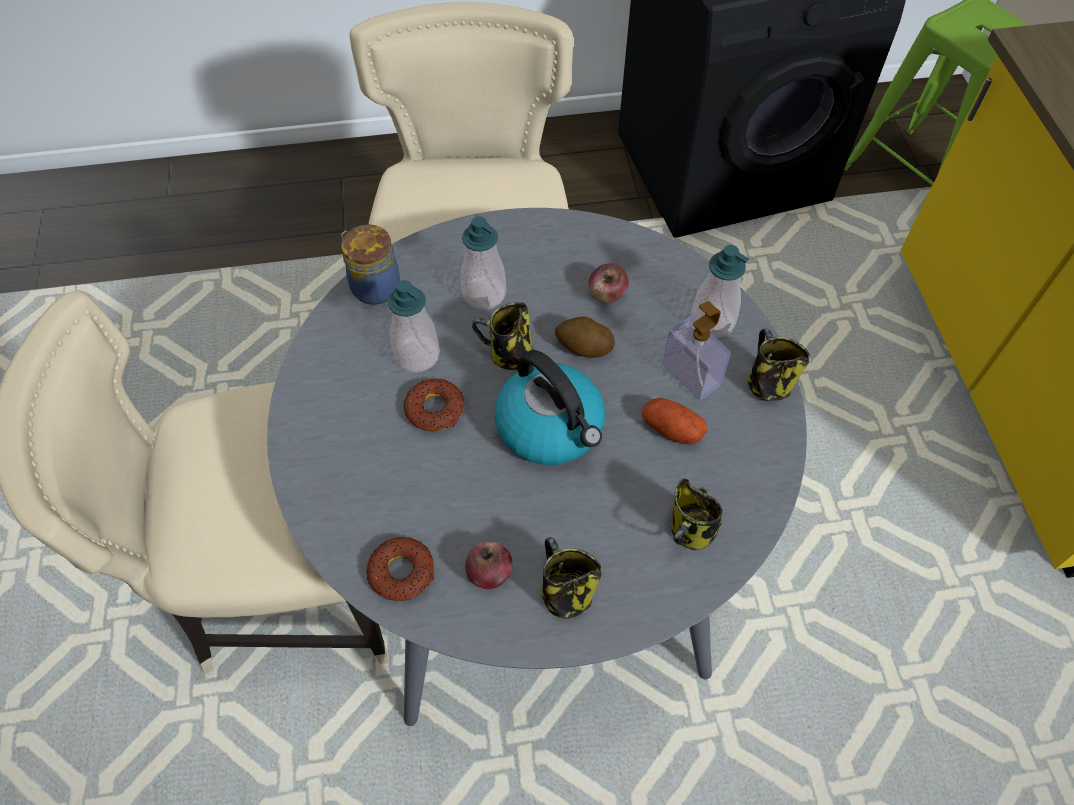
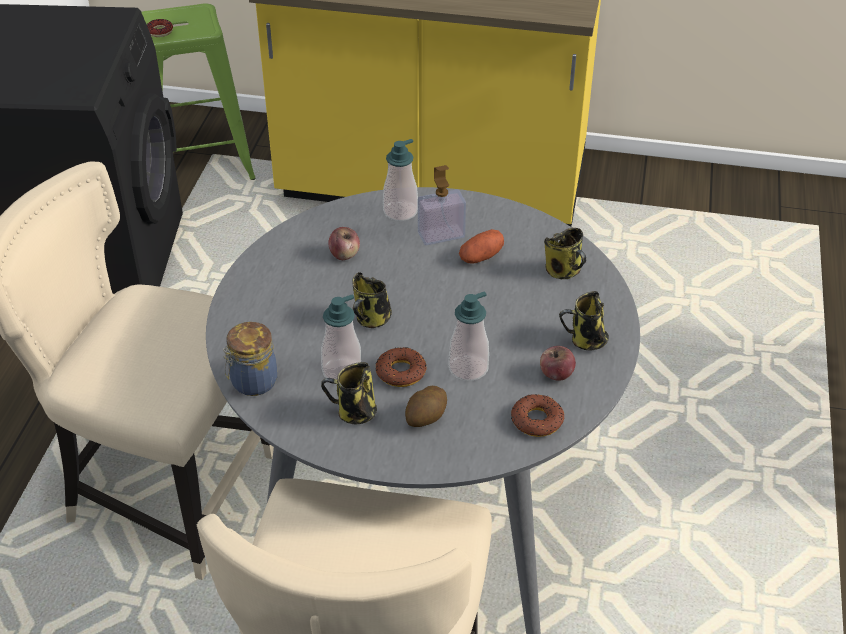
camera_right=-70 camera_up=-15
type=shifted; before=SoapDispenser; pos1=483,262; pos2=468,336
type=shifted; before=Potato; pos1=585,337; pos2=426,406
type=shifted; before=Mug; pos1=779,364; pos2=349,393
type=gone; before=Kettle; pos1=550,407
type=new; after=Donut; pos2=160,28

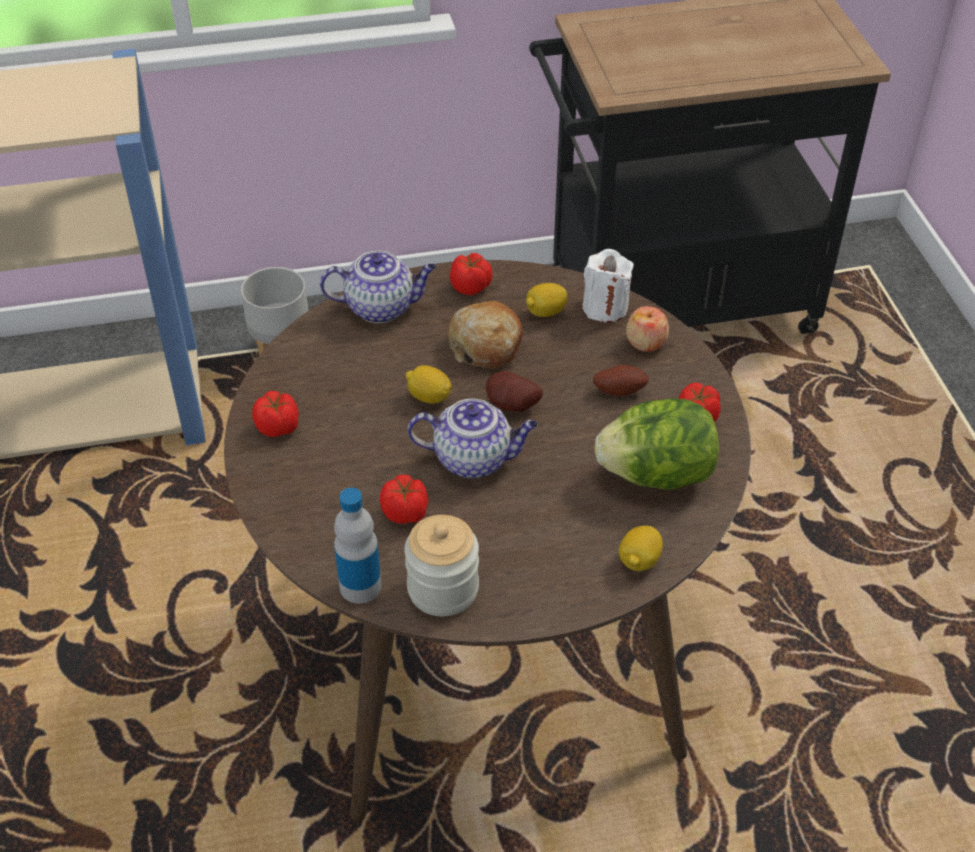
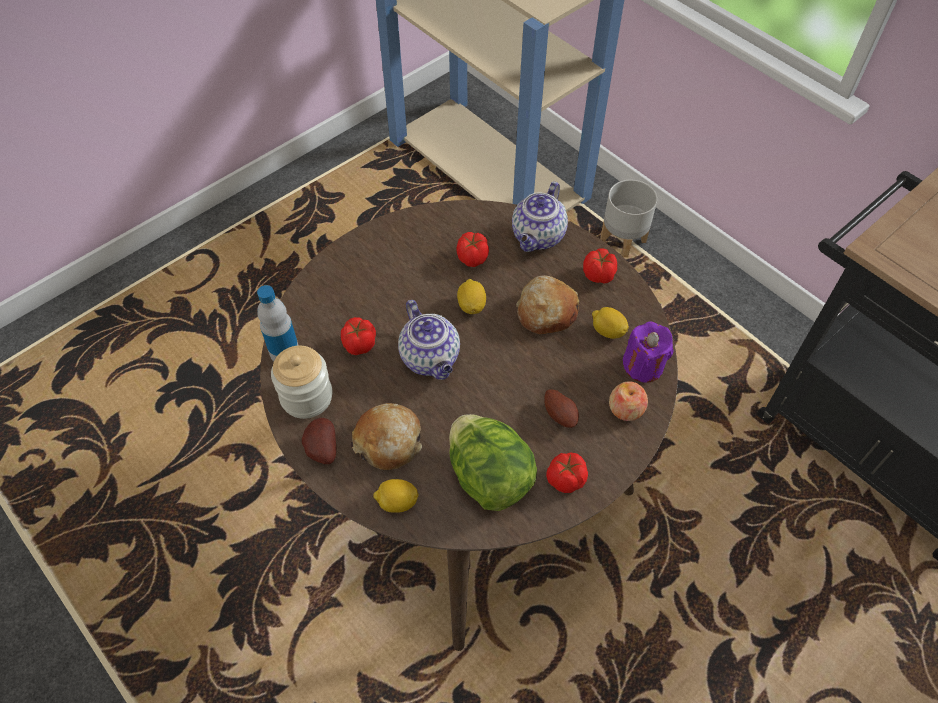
camera_right=60 camera_up=10
type=repainted; before=WhiteCandle; after=PurpleCandle; pos1=608,285; pos2=647,352
type=rotated; before=Teapot; pos1=378,287; pos2=540,217; turn=60
type=shifted; before=Potato; pos1=514,391; pos2=319,441
type=shifted; before=Tomato; pos1=275,414; pos2=473,249
type=new; after=Bread; pos2=386,436

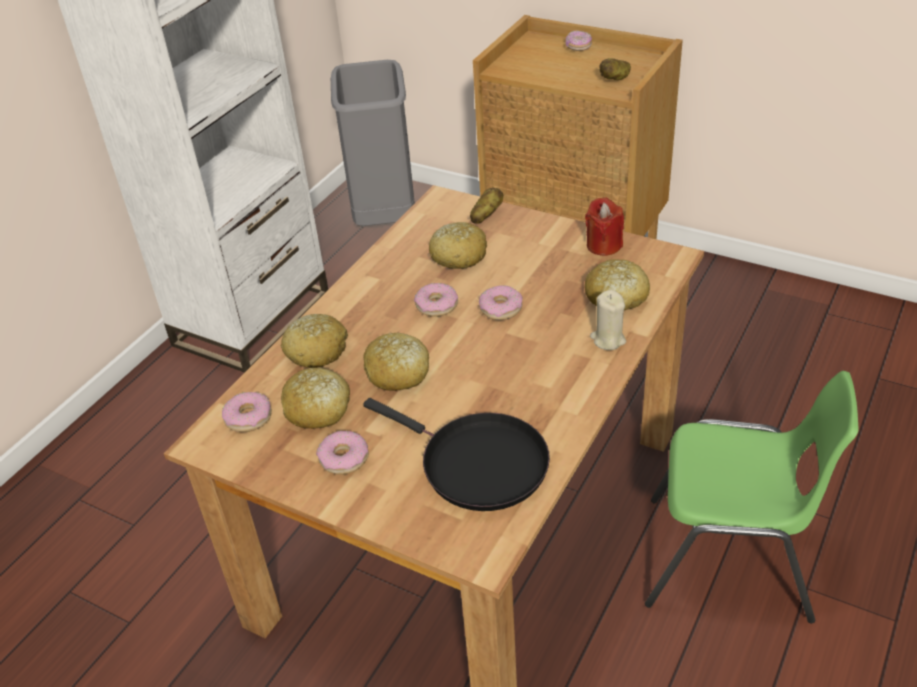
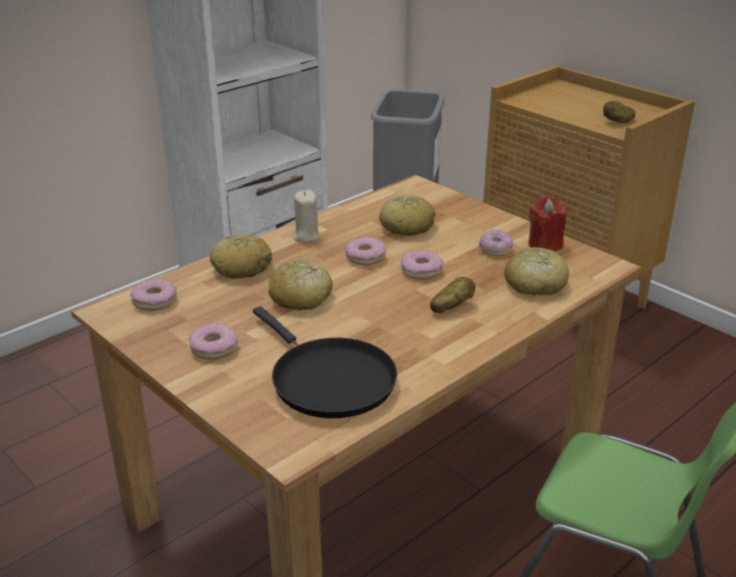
camera_right=15 camera_up=-10
type=shifted; before=Donut; pos1=578,40; pos2=496,243
type=shifted; before=Potato; pos1=486,206; pos2=453,295
type=shifted; before=BeigeCandle; pos1=608,320; pos2=306,216
type=gone; before=Bread; pos1=315,398

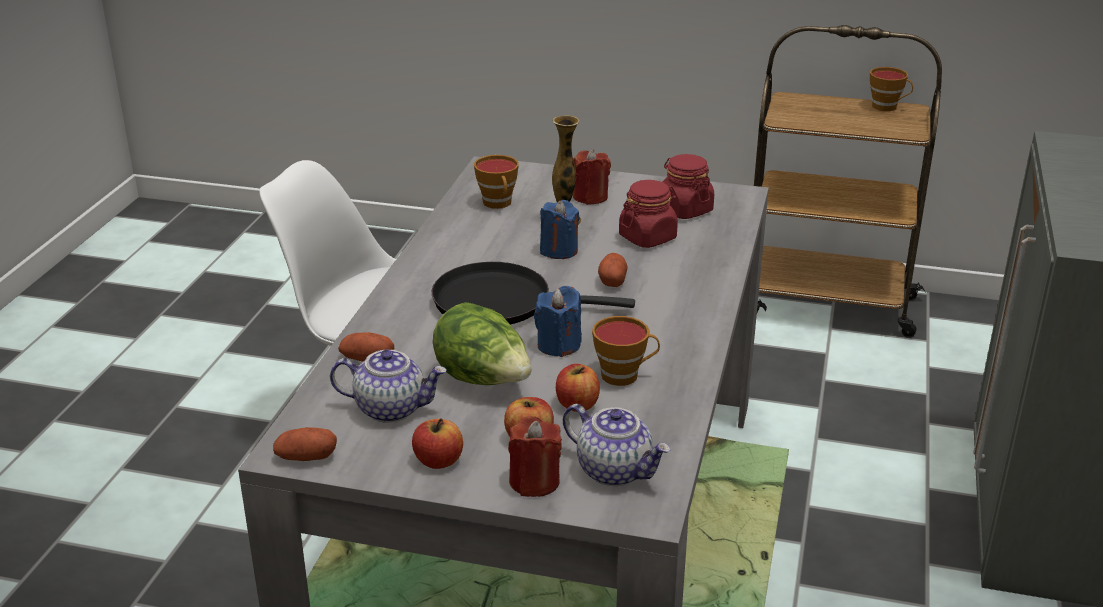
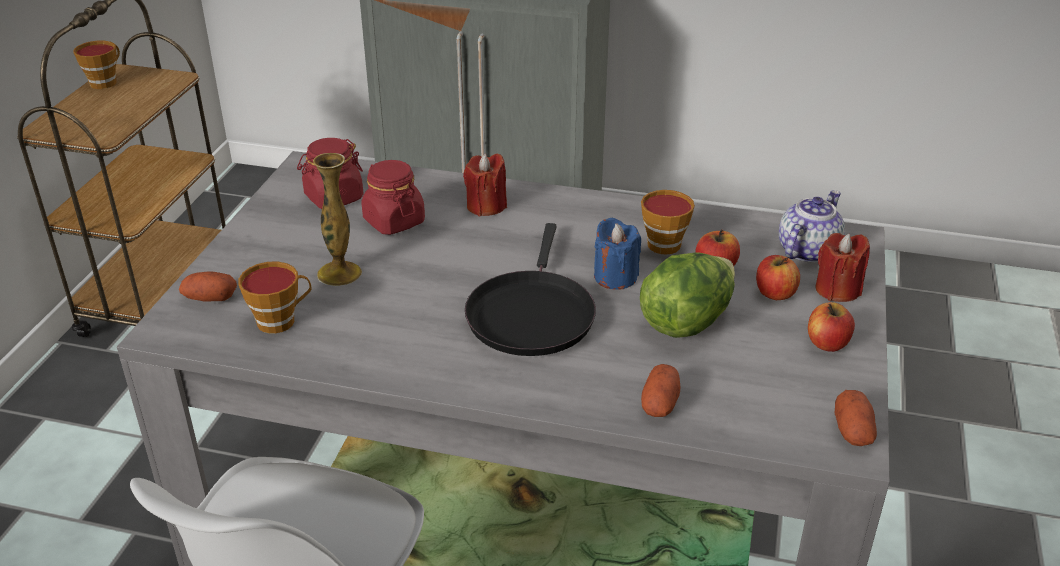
camera_right=-90 camera_up=5
type=shifted; before=RedCandle; pos1=592,177; pos2=485,185
type=gone; before=BlueCandle; pos1=560,229
type=shifted; before=Potato; pos1=613,270; pos2=208,286
type=gone; before=Teapot; pos1=388,386

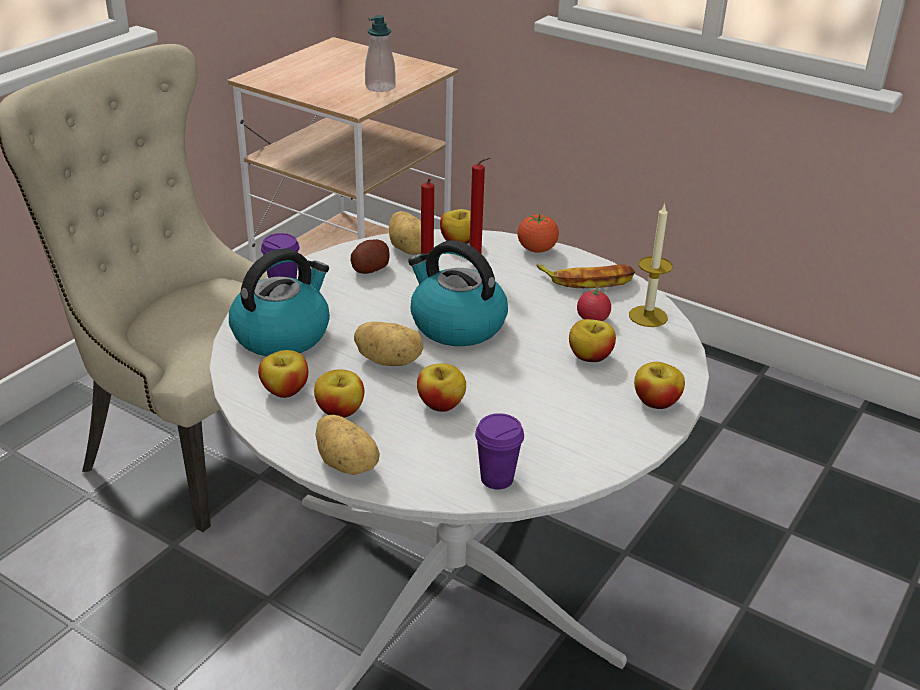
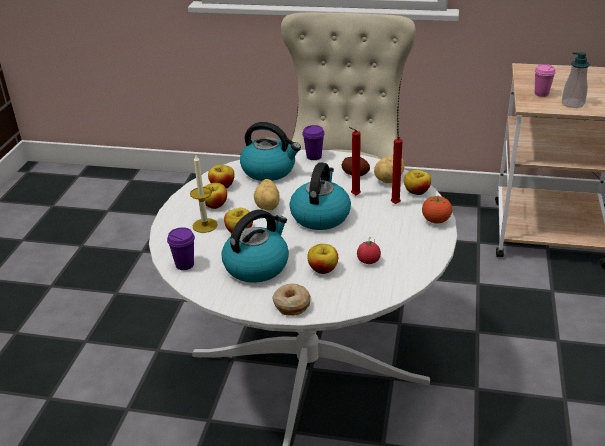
camera_right=70 camera_up=0
type=shifted; before=Candle; pos1=651,265; pos2=204,194
type=gone; before=Banana; pos1=586,276
type=swapped; before=Apple; after=Donut; pos1=659,385; pos2=291,299
type=gone; before=Potato; pos1=347,445
type=new; after=PinkCup; pos2=545,80
type=new; after=Kettle; pos2=255,246

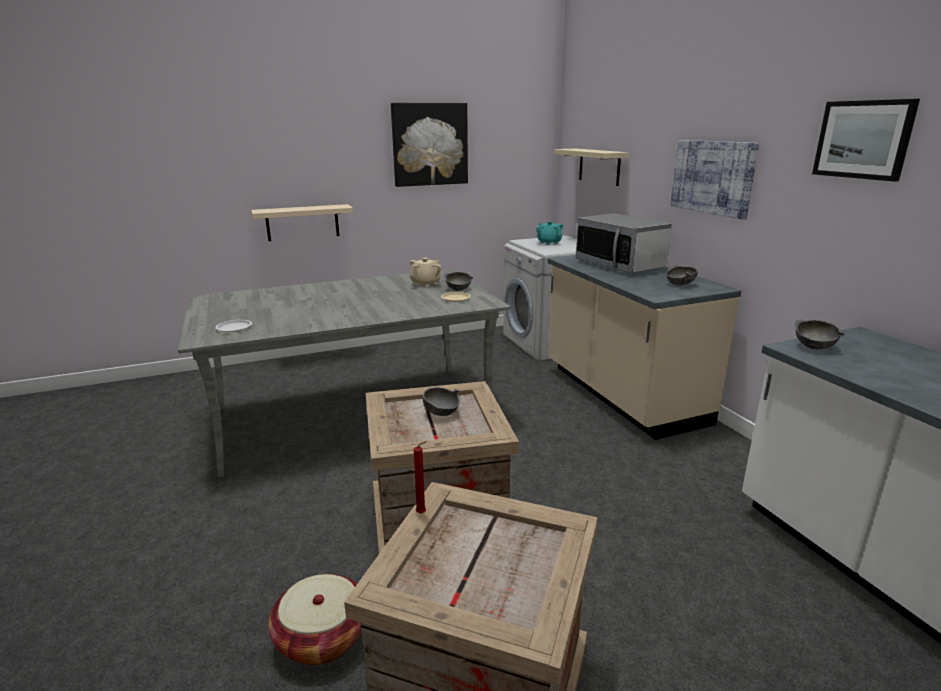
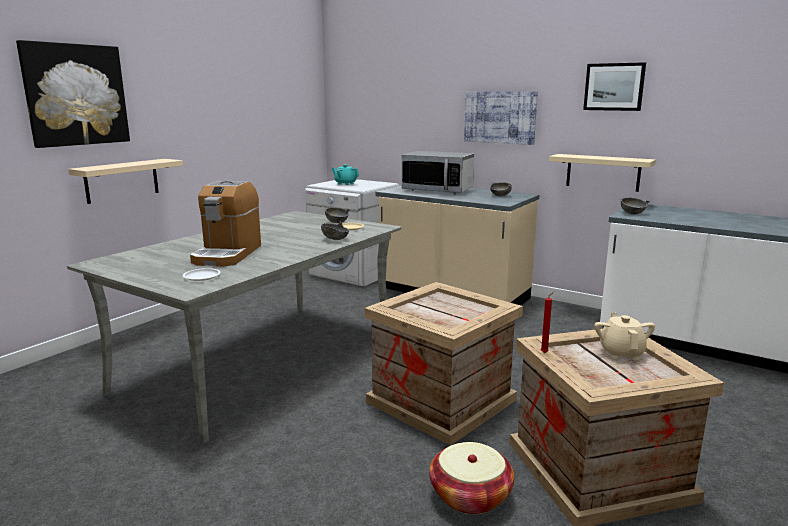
camera_right=-35 camera_up=-5
type=shifted; before=Picture; pos1=429,145; pos2=73,94
type=shifted; before=BeigeShelf; pos1=591,167; pos2=602,173
type=shifted; before=BeigeTeapot; pos1=425,272; pos2=624,335
type=shifted; before=GreyBowl; pos1=441,401; pos2=335,231
type=new; after=CoffeeMachine; pos2=225,224

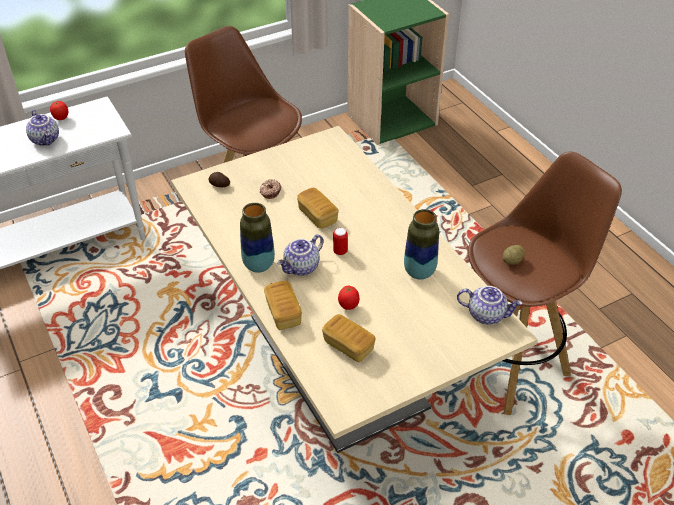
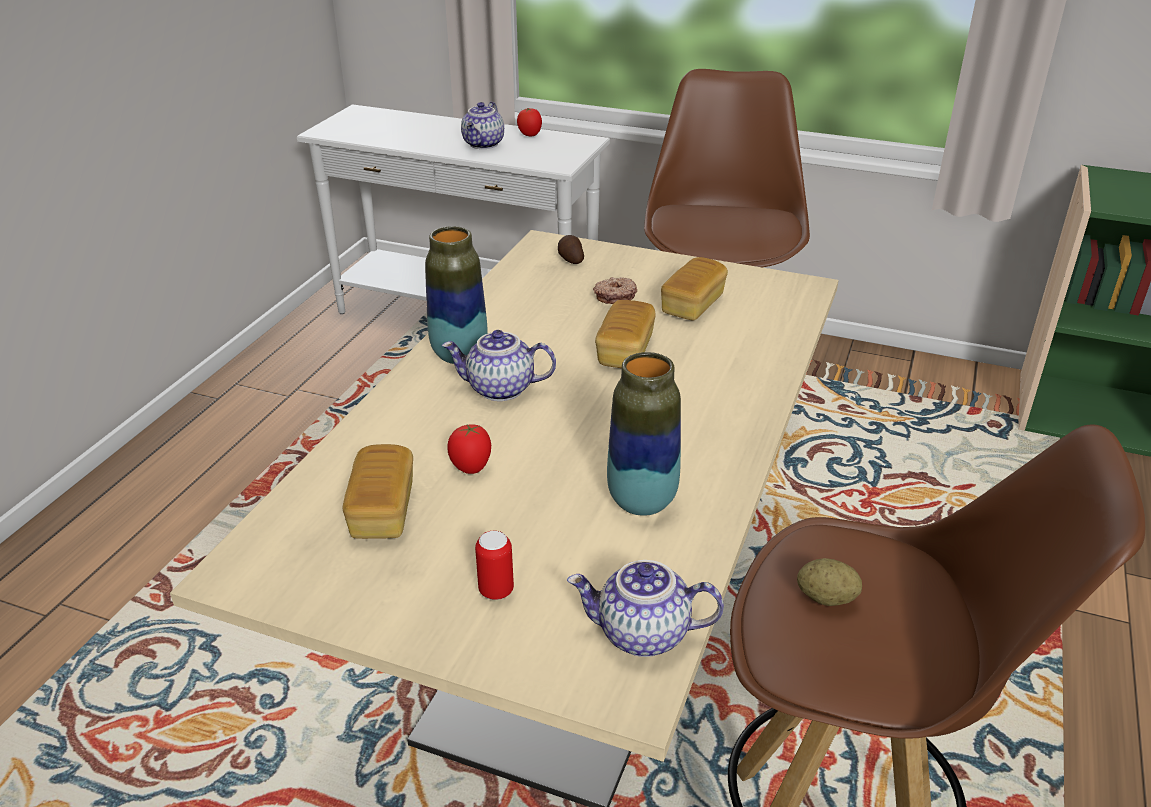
camera_right=50 camera_up=-10
type=shifted; before=Can; pos1=340,241; pos2=494,565
type=shifted; before=Bread; pos1=283,305; pos2=694,288
type=rotated; before=Teapot; pos1=490,305; pos2=645,608; turn=120

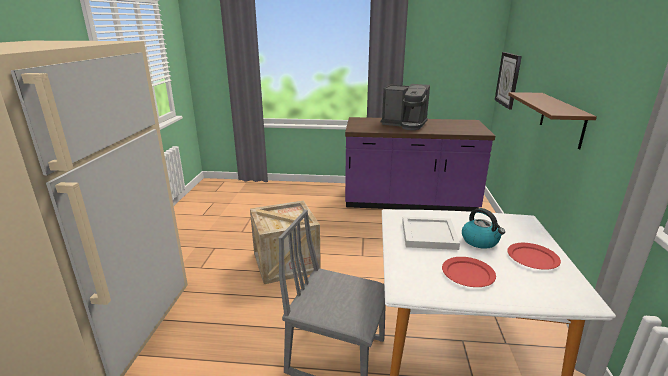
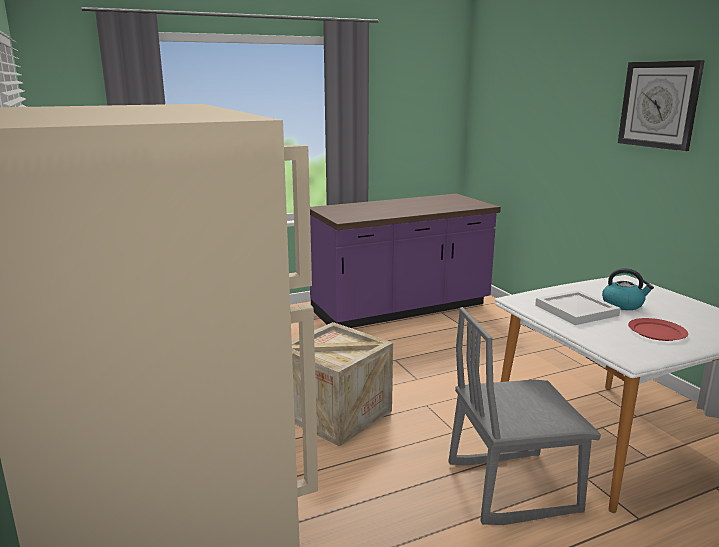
camera_right=-30 camera_up=-5
type=shifted; before=WallClock; pos1=508,81; pos2=661,105
type=gone; before=CoffeeMachine; pos1=405,107
type=gone; before=BrownShelf; pos1=552,120
type=gone; before=RedPlate; pos1=534,256

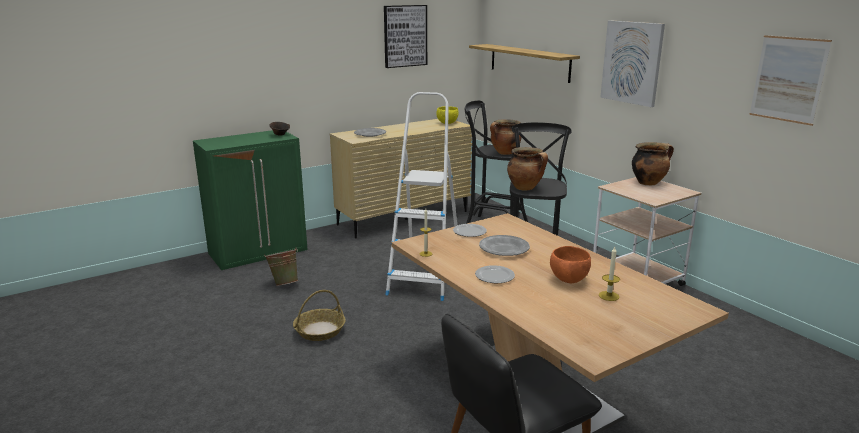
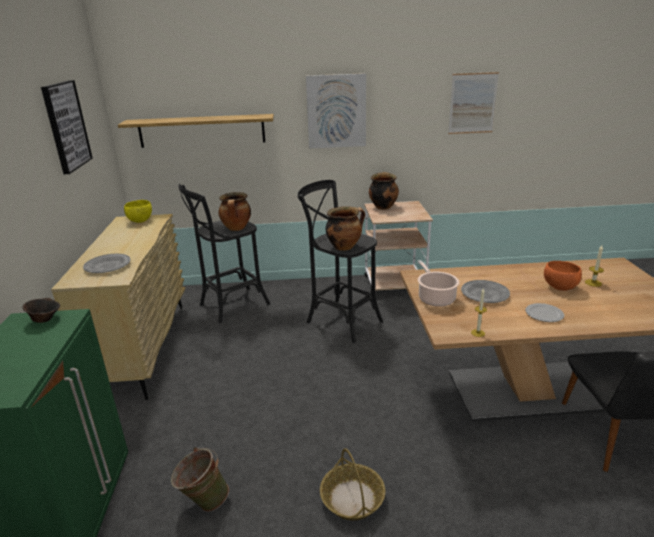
camera_right=-60 camera_up=5
type=gone; before=WhiteStepLadder; pos1=421,196
type=swapped; before=Plate; after=CookingPot; pos1=470,230; pos2=438,283

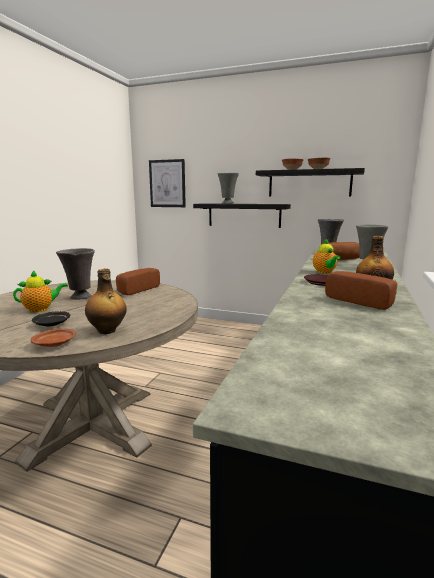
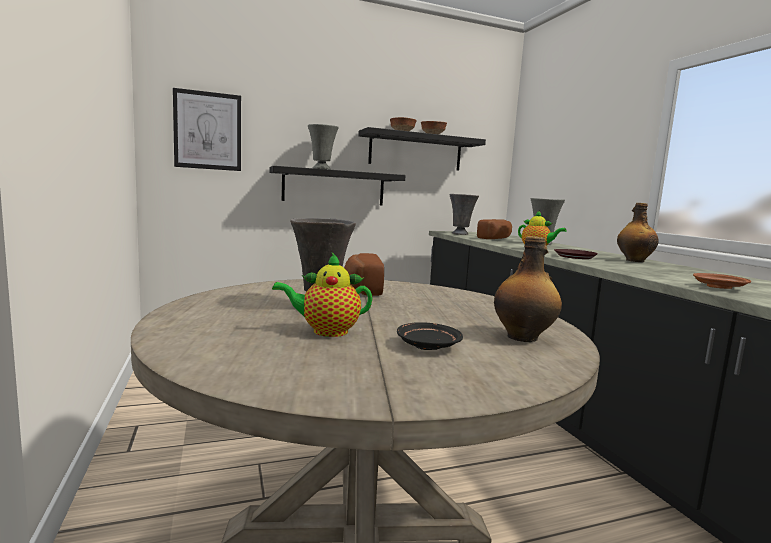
camera_right=-40 camera_up=-5
type=rotated; before=Teapot; pos1=40,291; pos2=322,295; turn=-120
type=gone; before=Bread; pos1=361,290
type=shifted; before=BrownPlate; pos1=53,337; pos2=722,281

